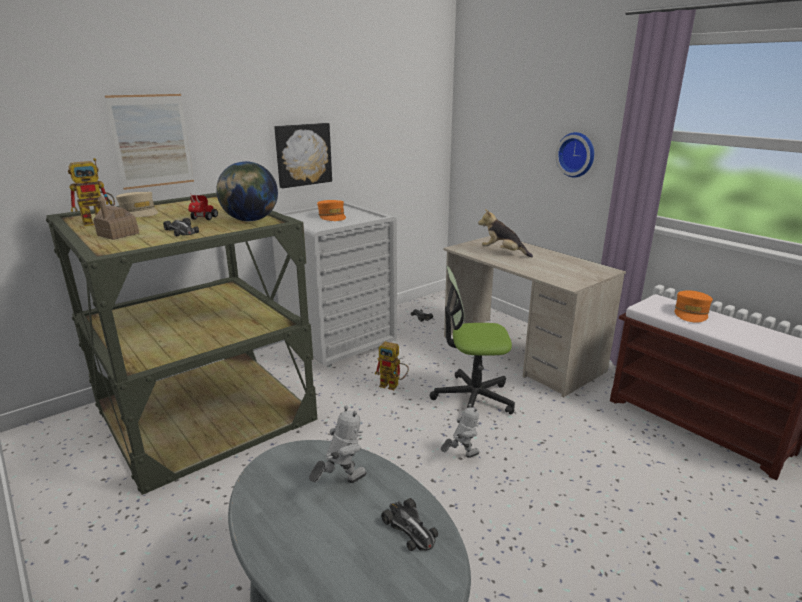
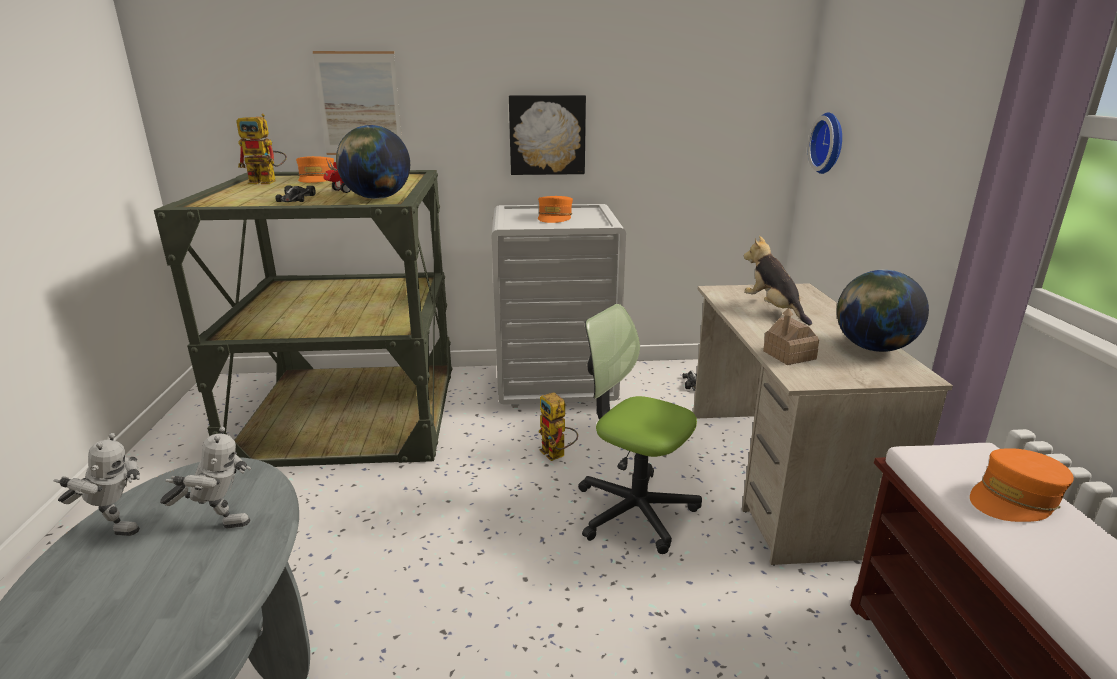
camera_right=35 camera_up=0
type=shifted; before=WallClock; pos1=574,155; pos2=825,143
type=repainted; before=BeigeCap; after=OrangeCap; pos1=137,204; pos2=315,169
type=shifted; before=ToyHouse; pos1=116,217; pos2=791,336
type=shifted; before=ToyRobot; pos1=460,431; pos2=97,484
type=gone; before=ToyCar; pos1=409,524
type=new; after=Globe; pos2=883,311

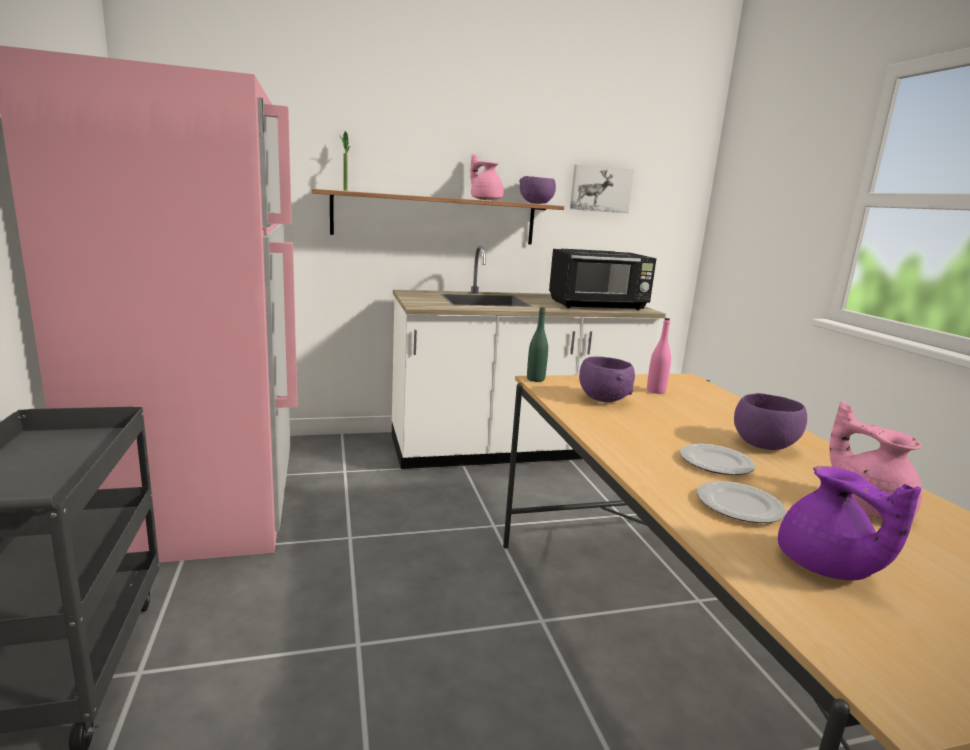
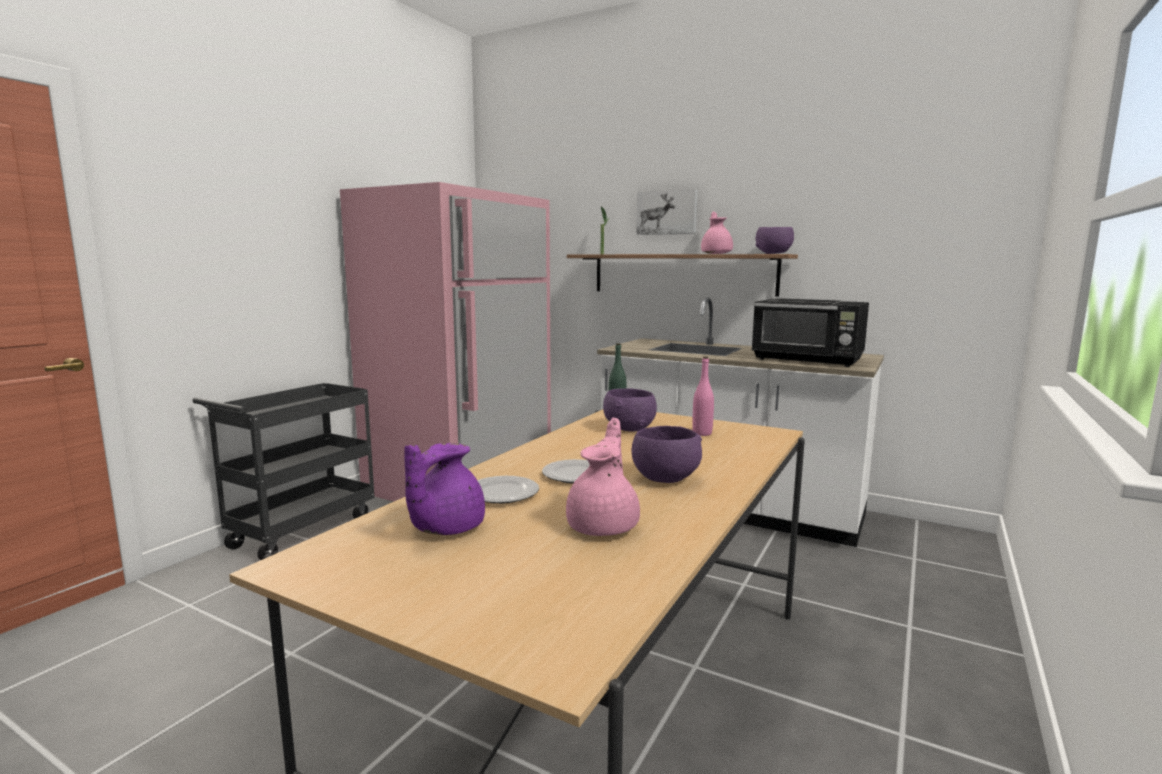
camera_right=45 camera_up=-5
type=shifted; before=Picture; pos1=602,189; pos2=666,212

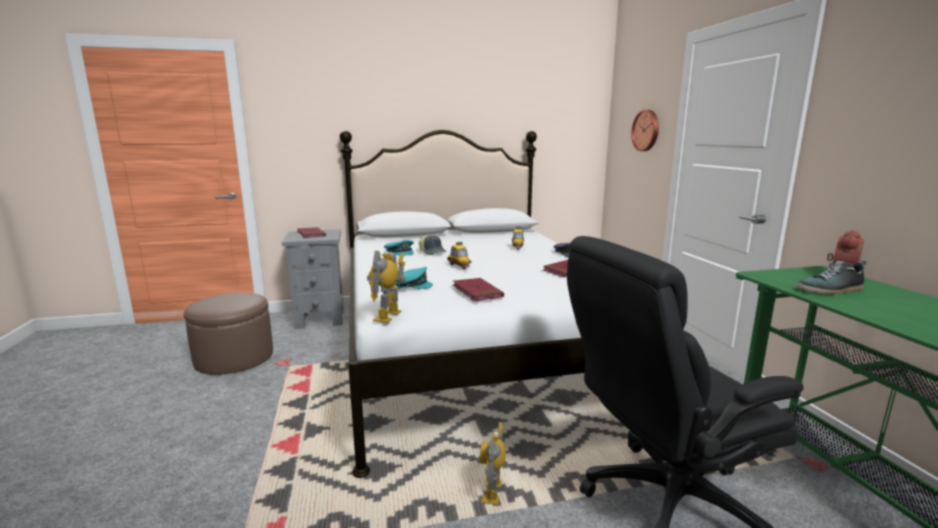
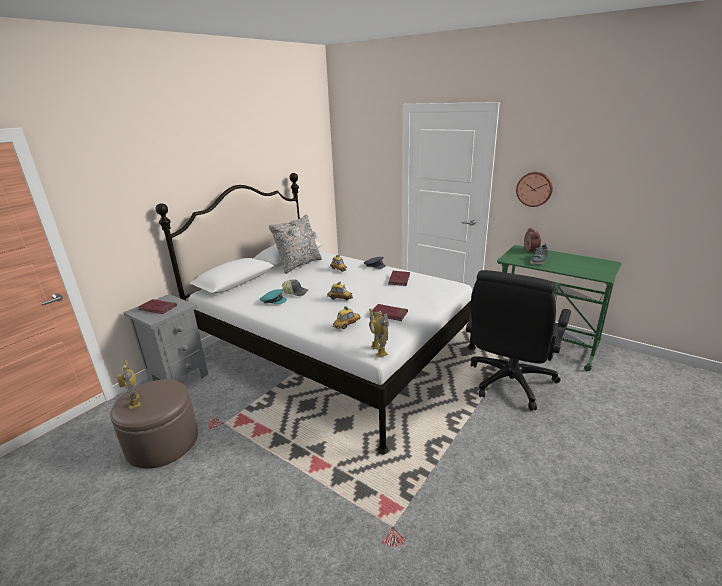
camera_right=-40 camera_up=10
type=shifted; before=WallClock; pos1=645,130; pos2=534,189
type=swapped; before=TurquoiseCap; after=ToyCar; pos1=414,278; pos2=347,317
type=shifted; before=ToyRobot; pos1=493,463; pos2=129,385
type=new; after=GreyPillow; pos2=295,244

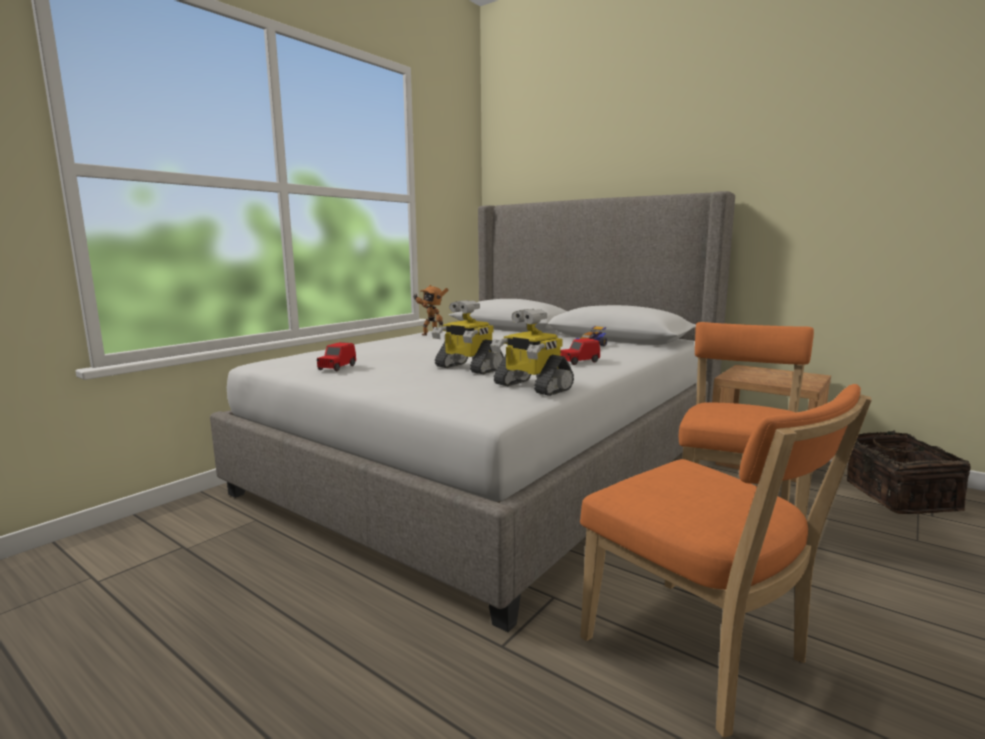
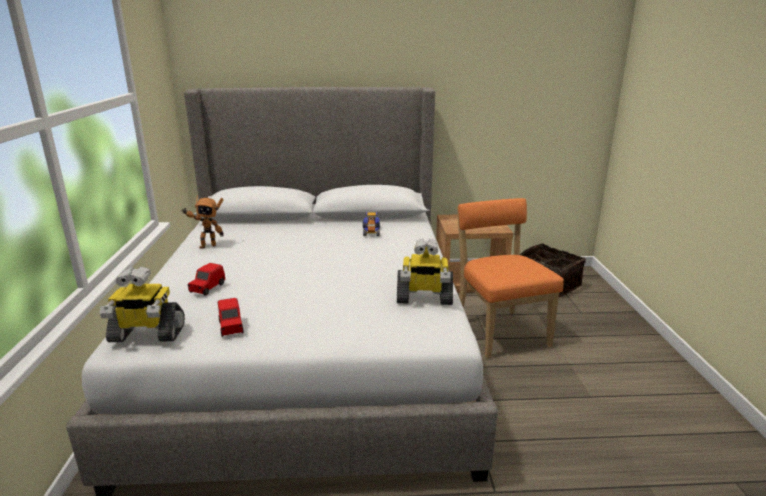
camera_right=-40 camera_up=10
type=shifted; before=ToyRobot; pos1=468,337; pos2=142,304
type=shifted; before=RedToyCar; pos1=580,351; pos2=206,279
type=gone; before=OrangeChair; pos1=726,561

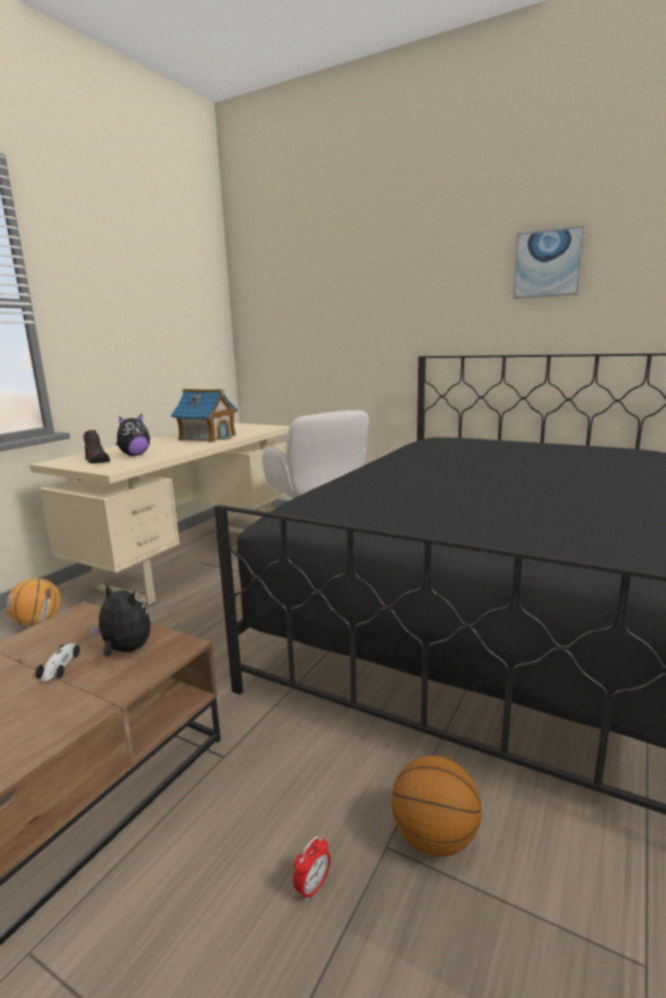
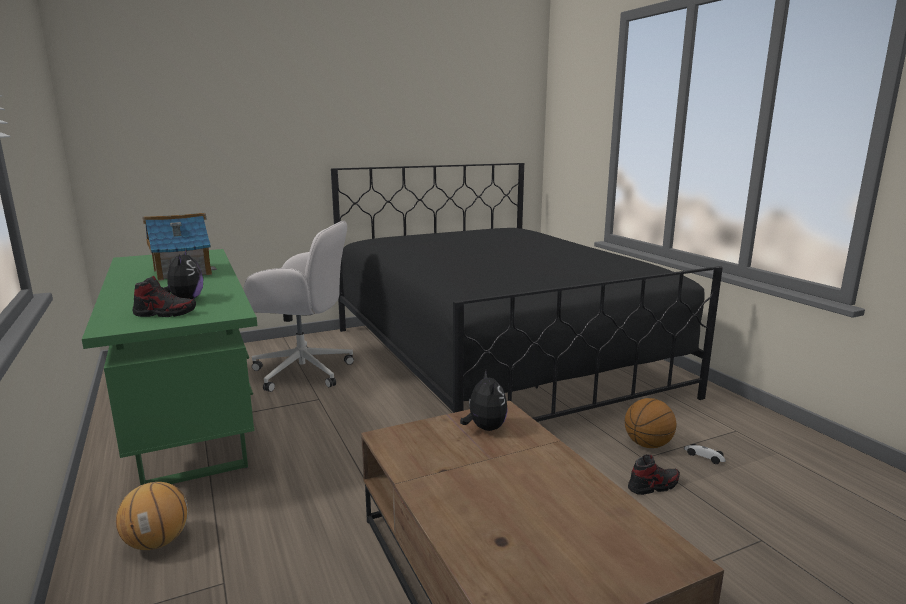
camera_right=-55 camera_up=0
type=gone; before=Picture; pos1=549,262
type=repainted; before=BeigeDesk; after=GreenDesk; pos1=160,514; pos2=169,367
type=rotated; before=PlushToy; pos1=121,620; pos2=484,400; turn=105
type=shifted; before=ToyCar; pos1=57,662; pos2=705,454
type=swapped; before=AlarmClock; after=Shoe; pos1=312,869; pos2=654,474

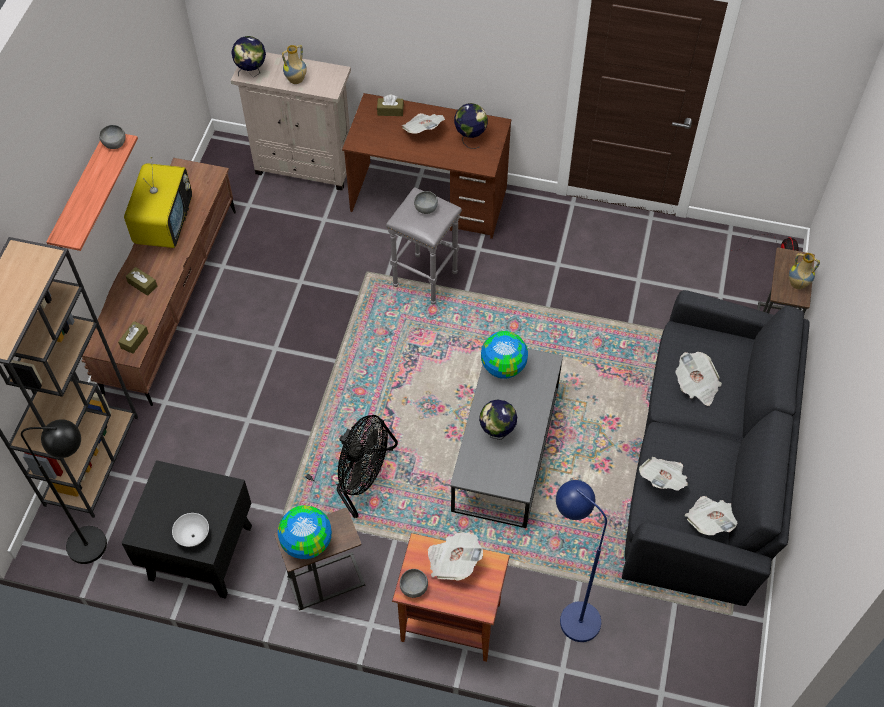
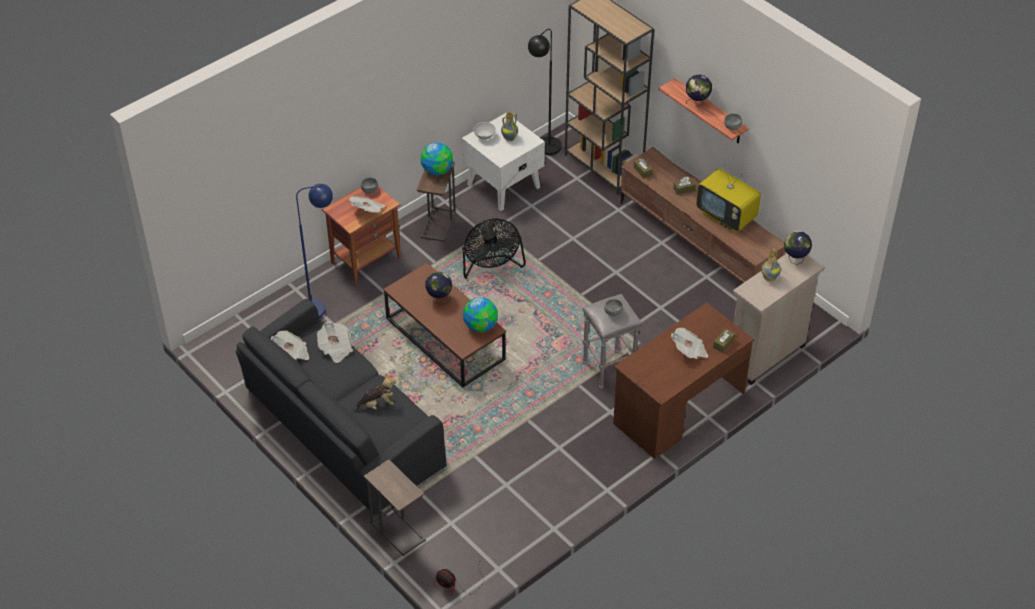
camera_right=125 camera_up=-10
type=shifted; before=Globe; pos1=471,126; pos2=699,91
type=shifted; before=Vase; pos1=804,271; pos2=509,126
type=repainted; before=GreyCoffeeTable; after=BrownCoffeeTable; pos1=506,438; pos2=444,325
type=swapped; before=Newspaper; after=PlushToy; pos1=699,379; pos2=374,393
type=rotated; before=BlackFan; pos1=351,466; pos2=494,249; turn=-75
type=repainted; before=BlackNightstand; after=WhiteNightstand; pos1=186,529; pos2=503,162

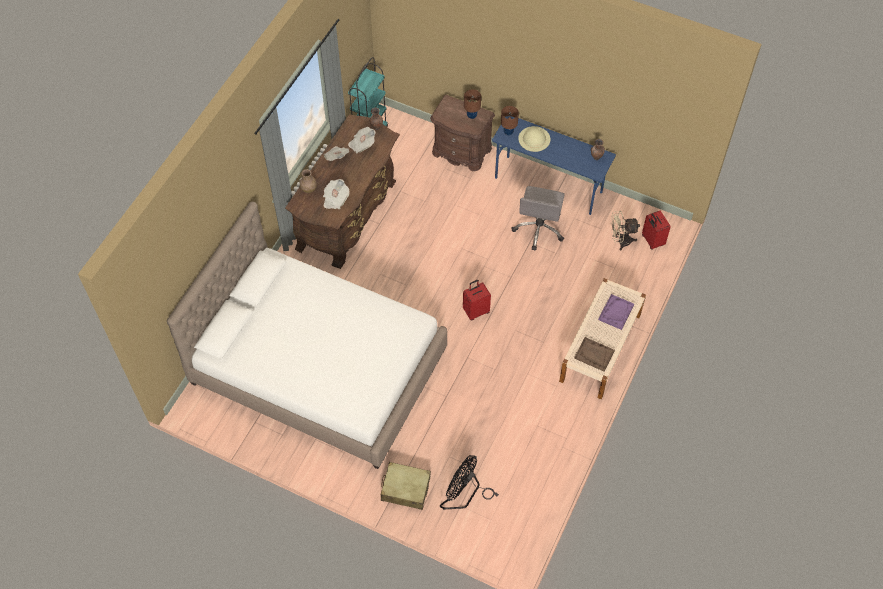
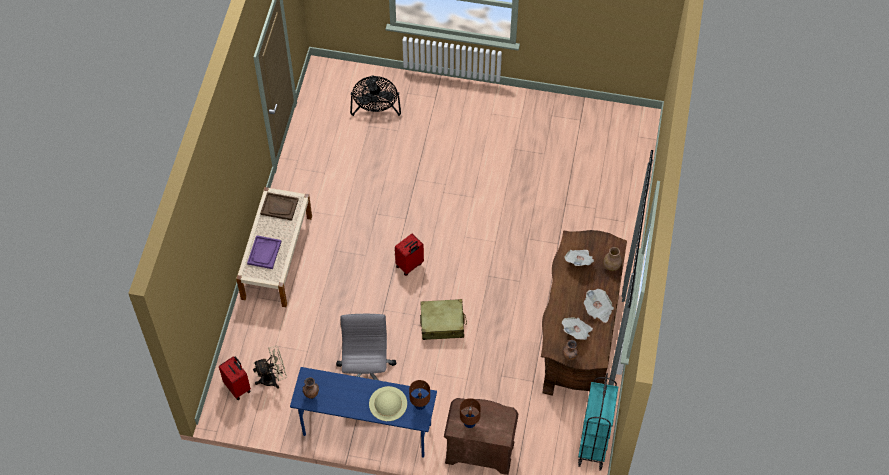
camera_right=165 camera_up=0
type=gone; before=WhiteBed; pos1=307,335
type=rotated; before=BlackFan; pos1=469,482; pos2=375,96; turn=75
type=shifted; before=BeigeSuitcase; pos1=406,486; pos2=443,319

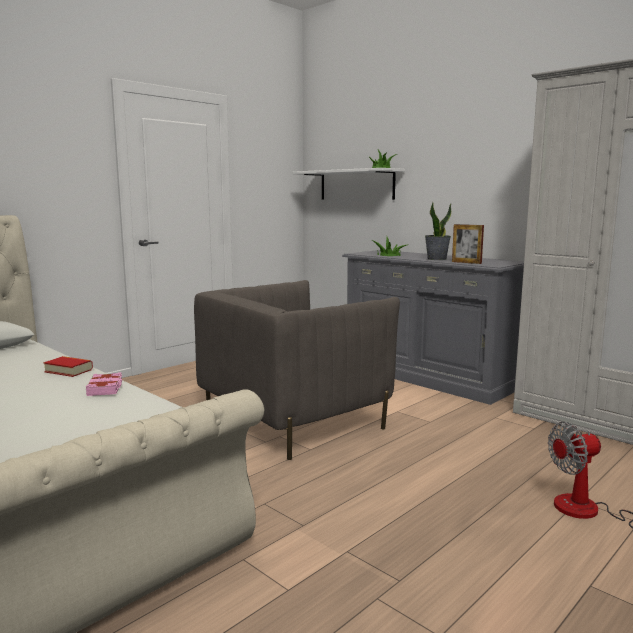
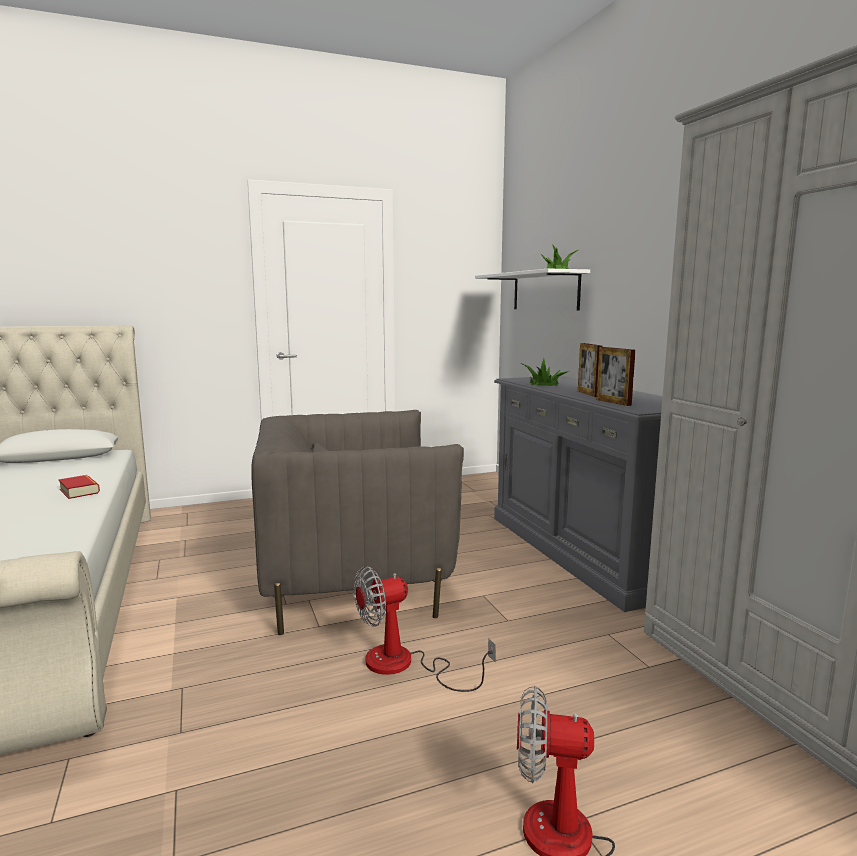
camera_right=25 camera_up=0
type=swapped; before=PottedPlant; after=PictureFrame; pos1=438,231; pos2=590,370
type=gone; before=PinkBook; pos1=104,384
type=new; after=Fan; pos2=425,629

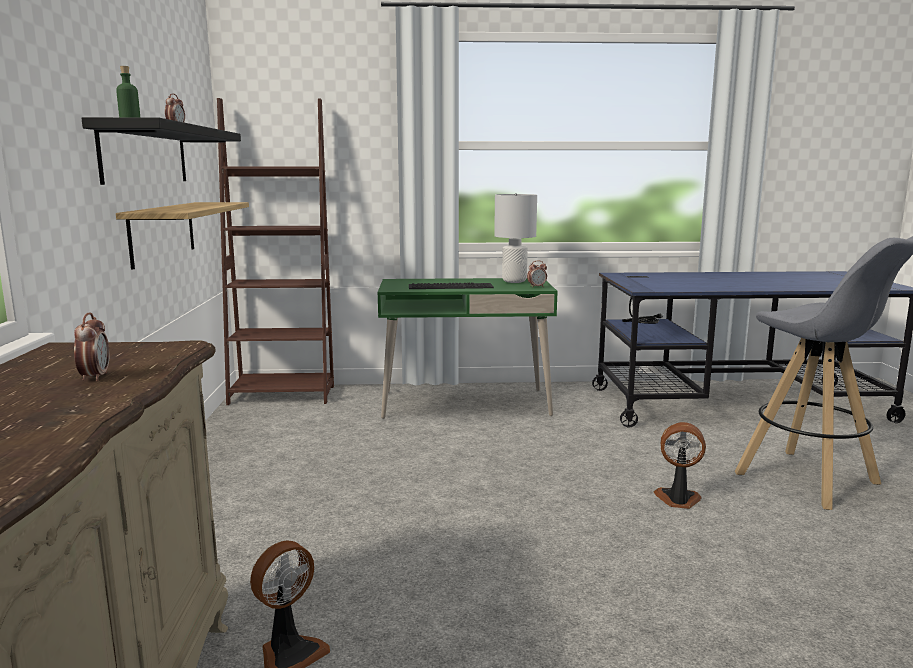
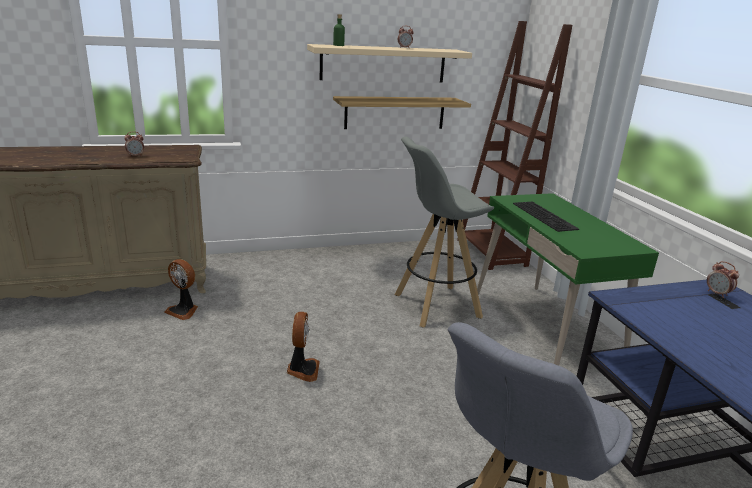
camera_right=75 camera_up=10
type=repainted; before=BlackShelf; after=BeigeShelf; pos1=161,151; pos2=389,63
type=gone; before=GreyTableLamp; pos1=515,238
type=shifted; before=AlarmClock; pos1=537,274; pos2=723,279
type=shifted; before=Fan; pos1=680,465; pos2=303,347
type=new; after=GreyStool; pos2=444,232

